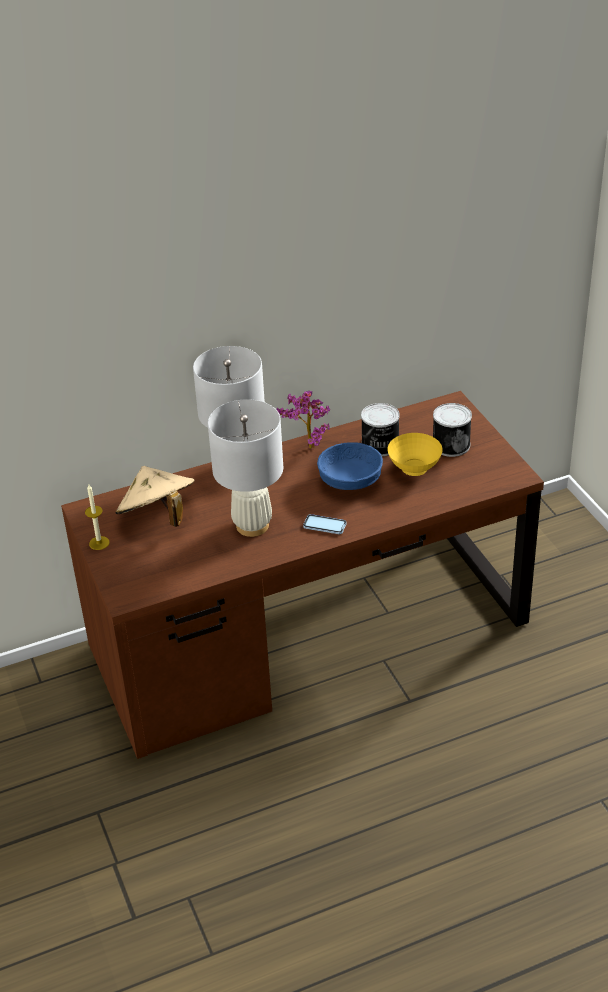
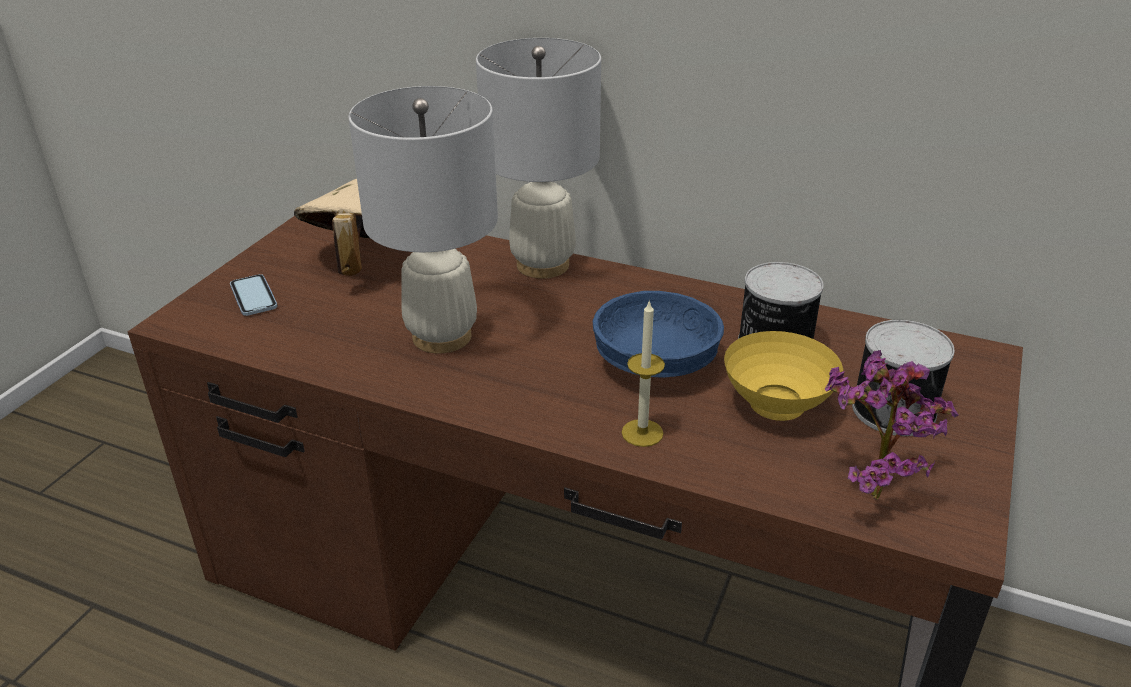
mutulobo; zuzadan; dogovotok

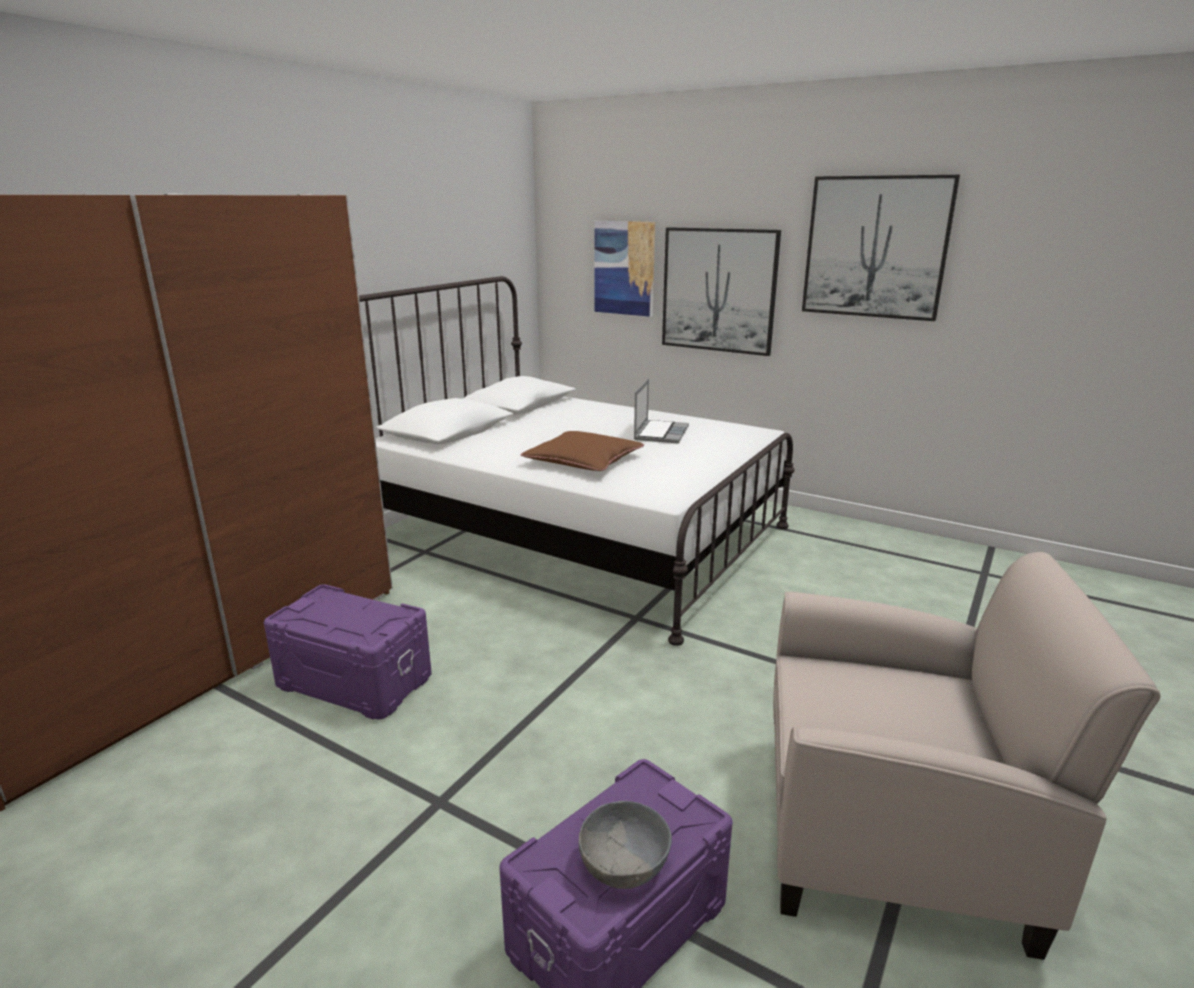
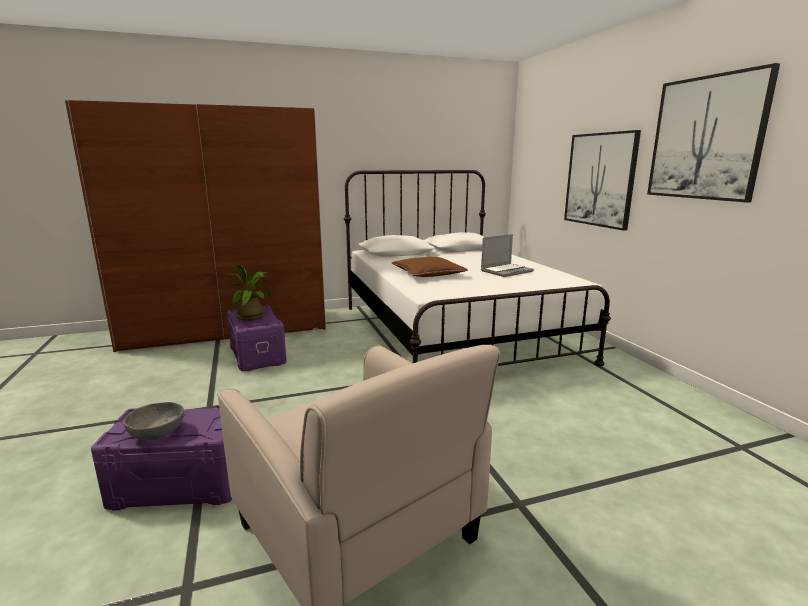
dogovotok; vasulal (1st from left in the first image)

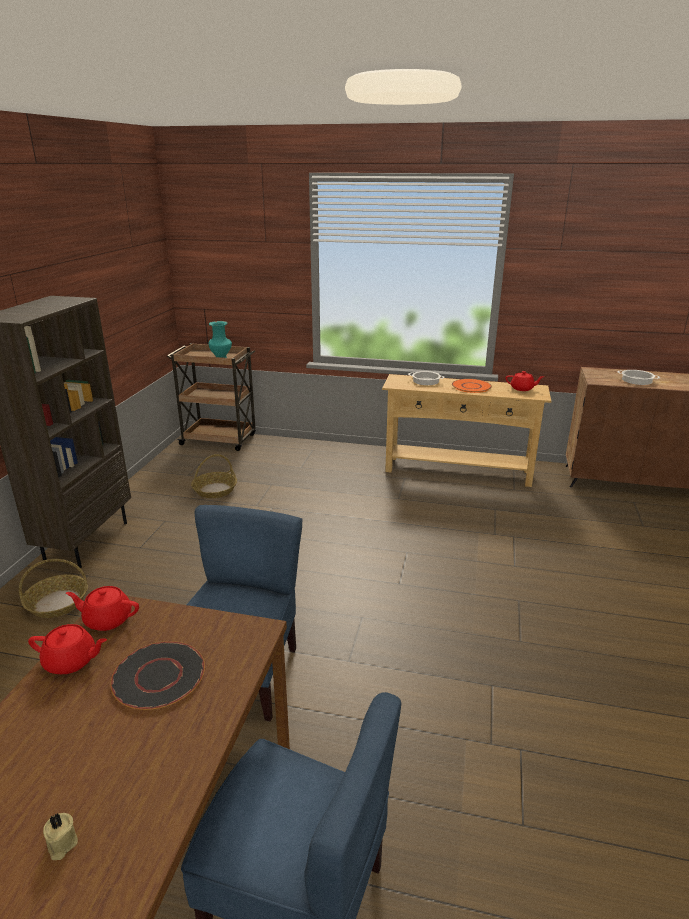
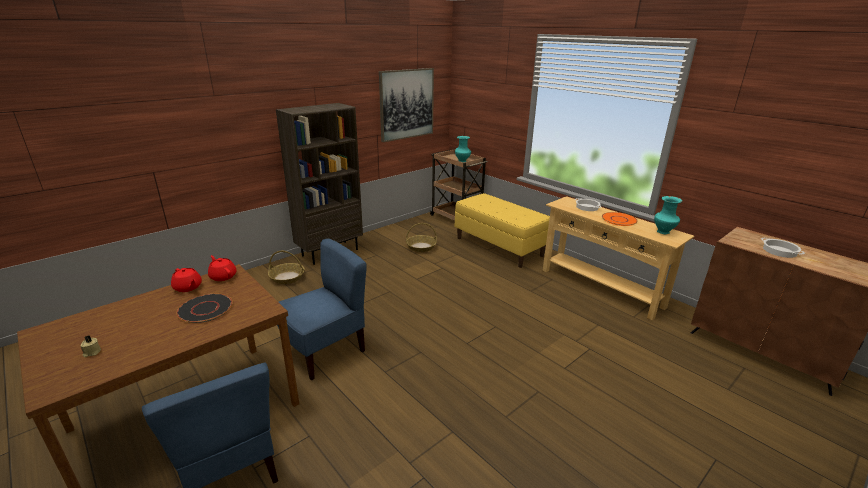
vasulal; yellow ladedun; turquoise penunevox (2nd from left)

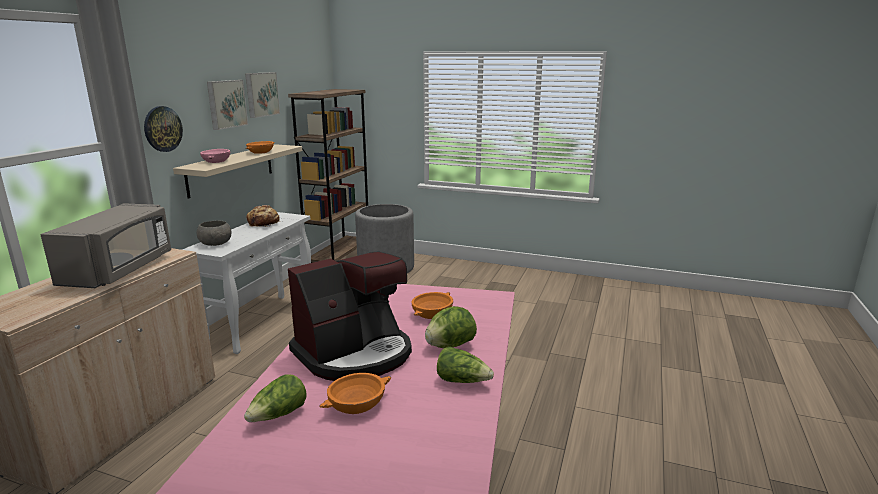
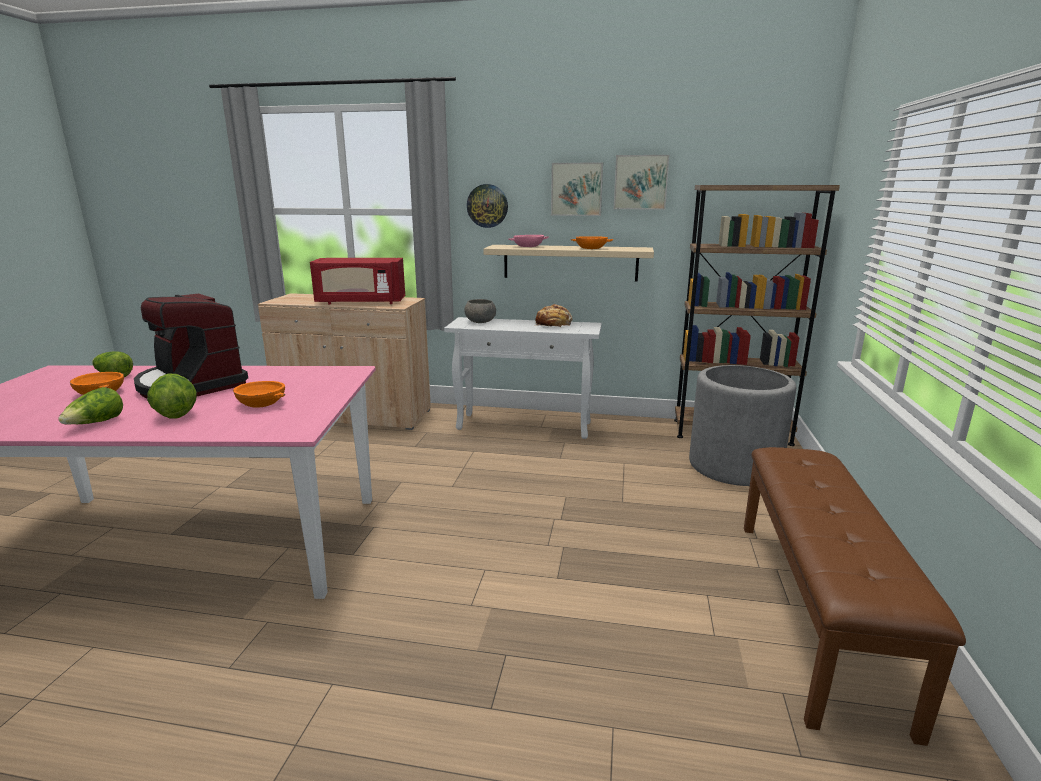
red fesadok; brown ladedun

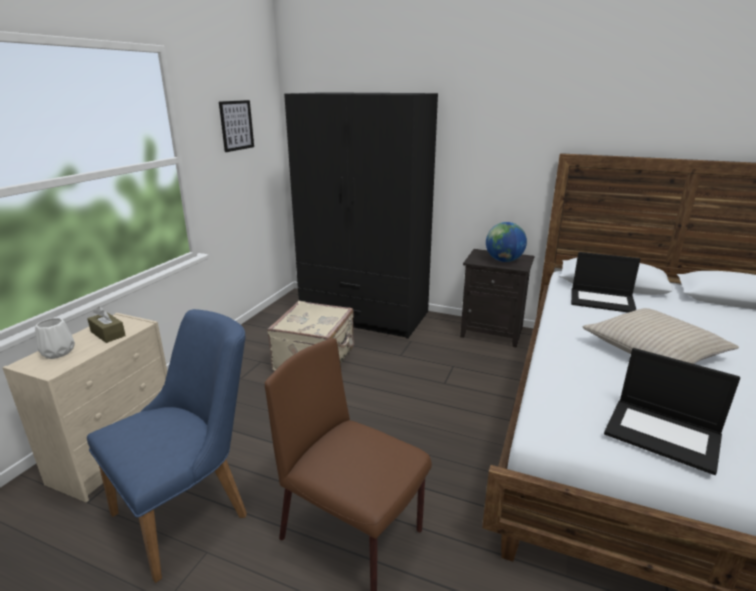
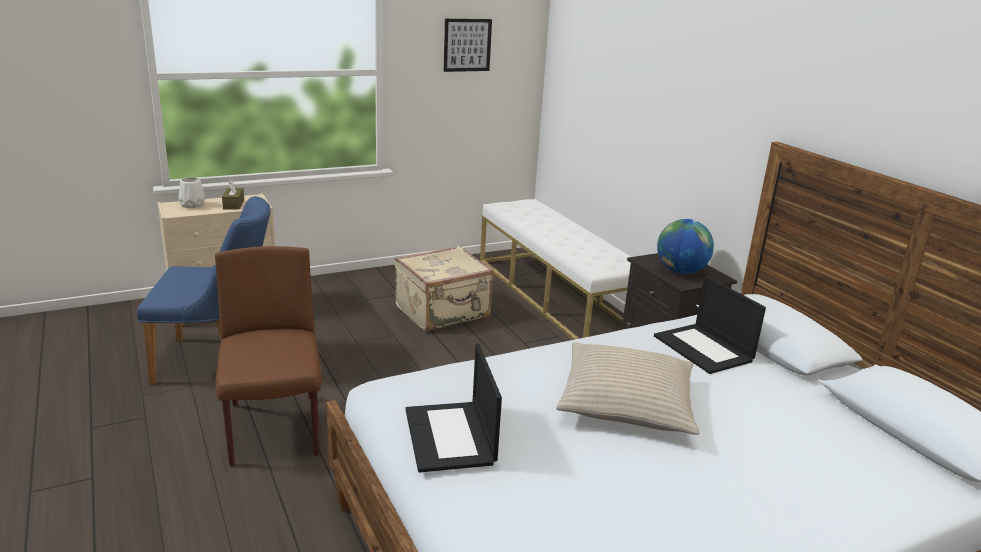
white ladedun

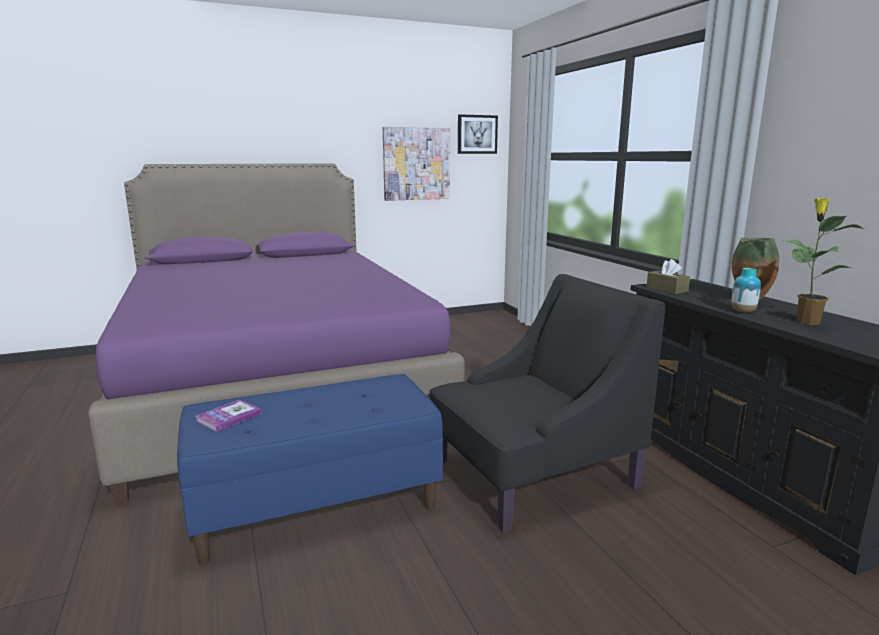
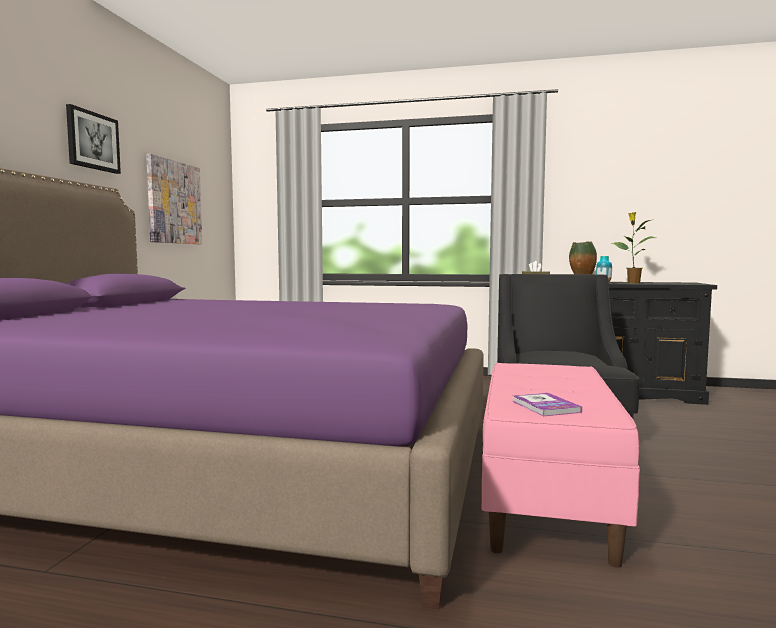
vasulal (1st from left); pink ladedun

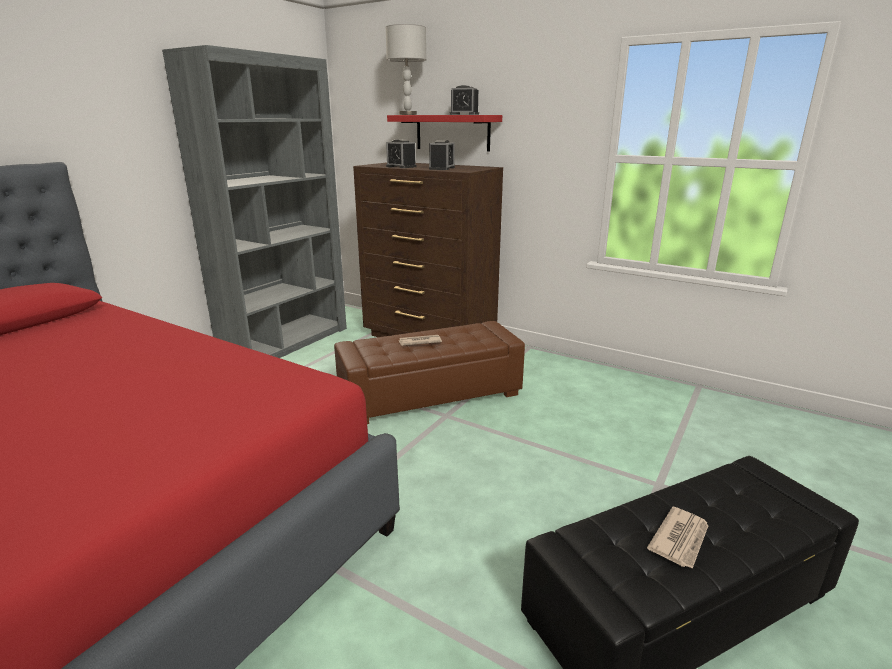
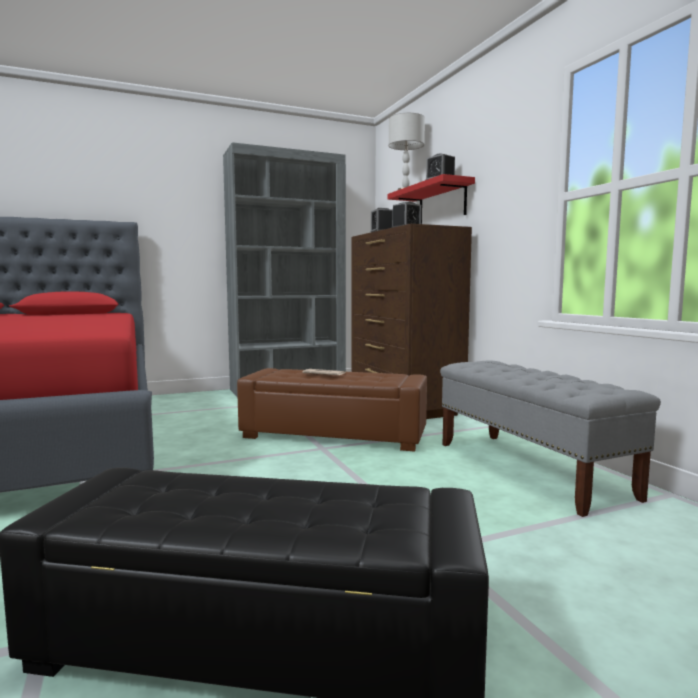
grey ladedun; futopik (2nd from left in the first image)

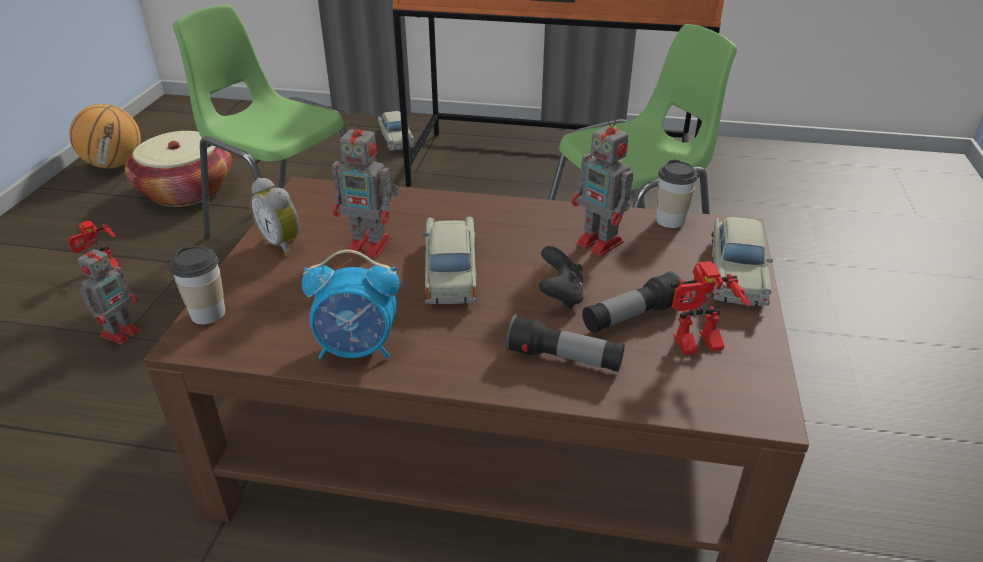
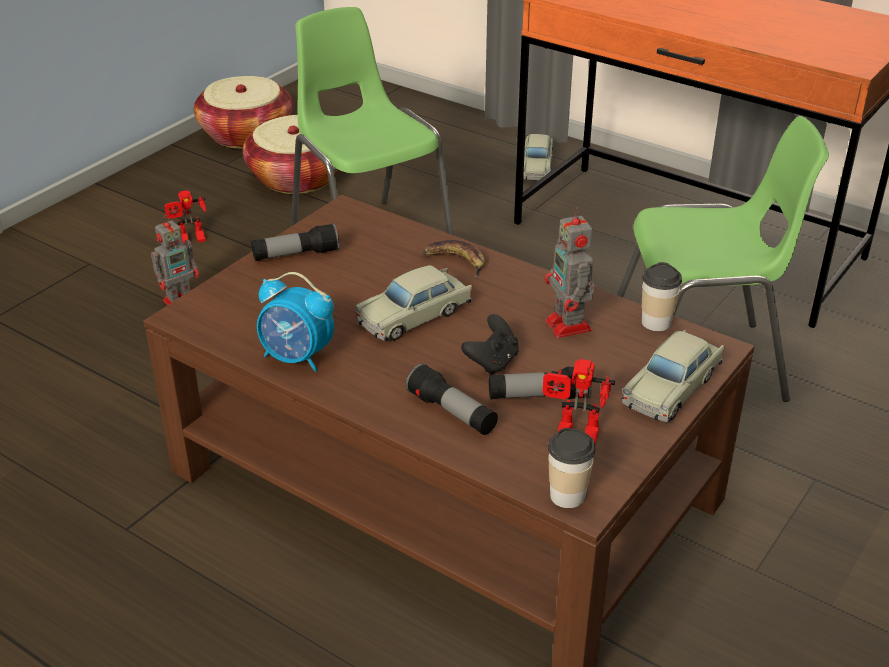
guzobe (1st from left); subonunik (1st from left); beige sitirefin (1st from left); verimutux; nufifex (1st from left); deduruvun (3rd from left in the first image)

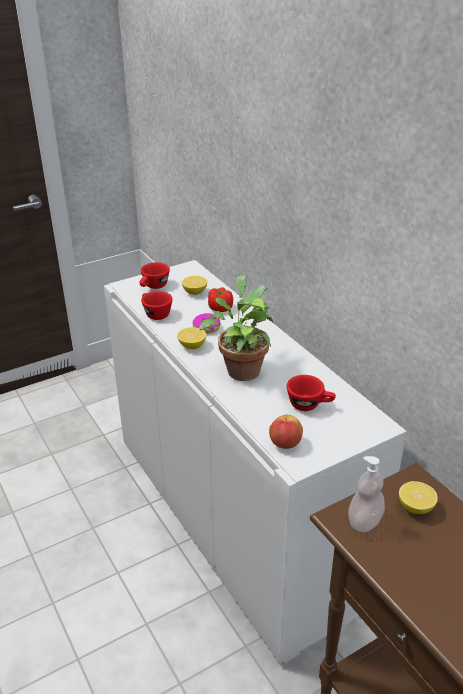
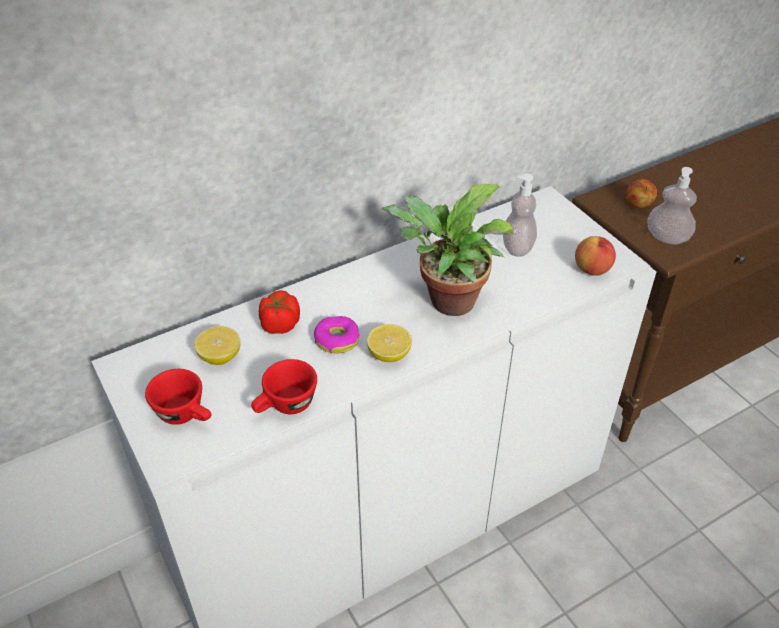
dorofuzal (1st from left); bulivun (2nd from left)

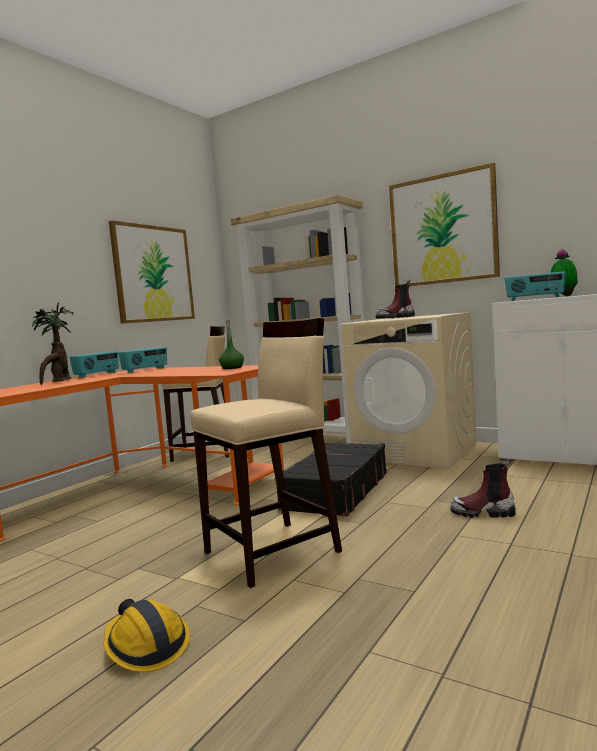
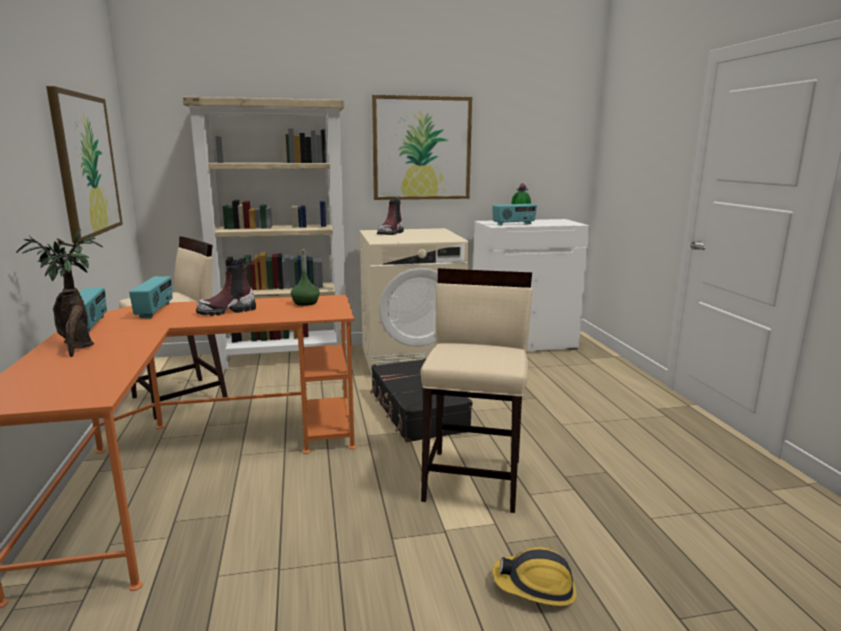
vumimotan (1st from left)

